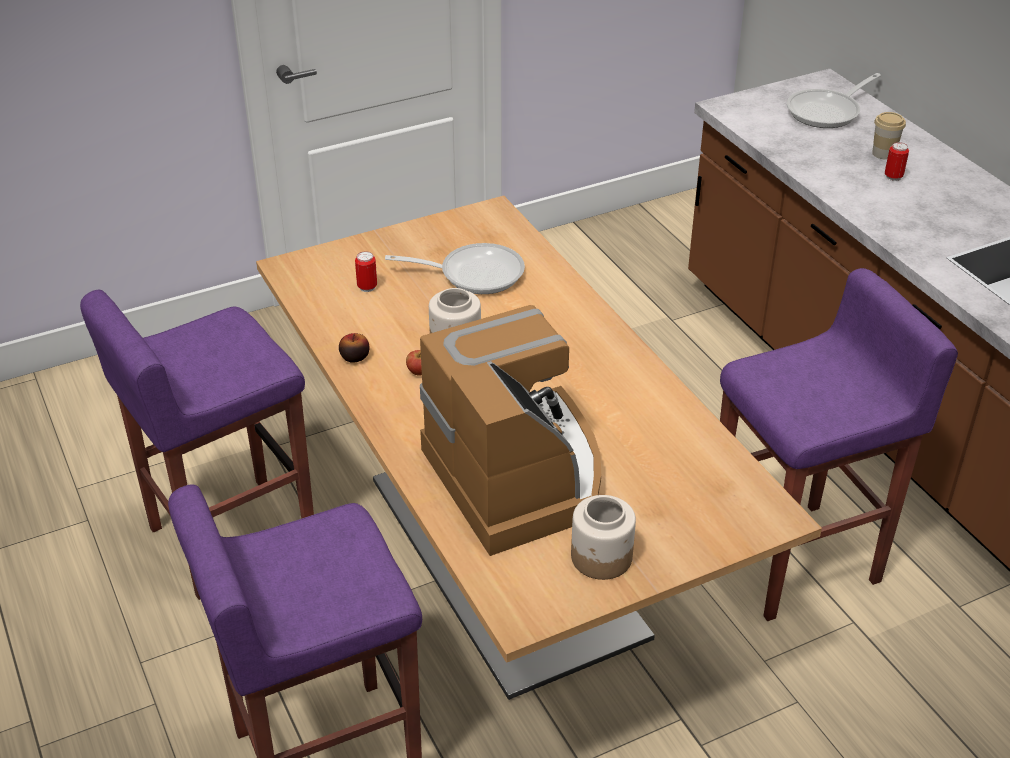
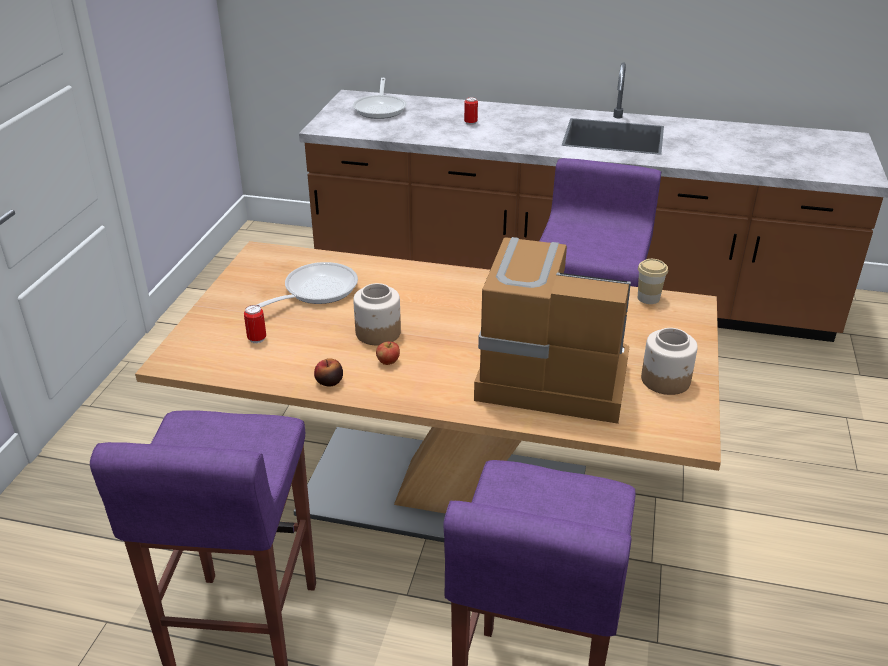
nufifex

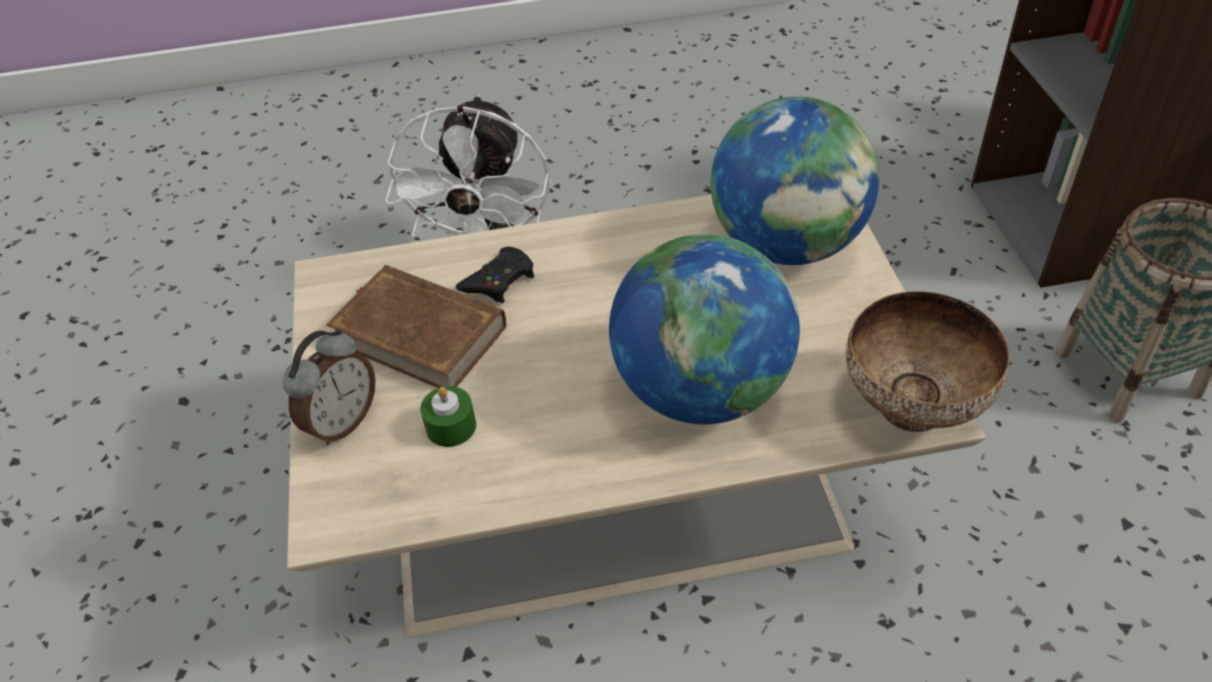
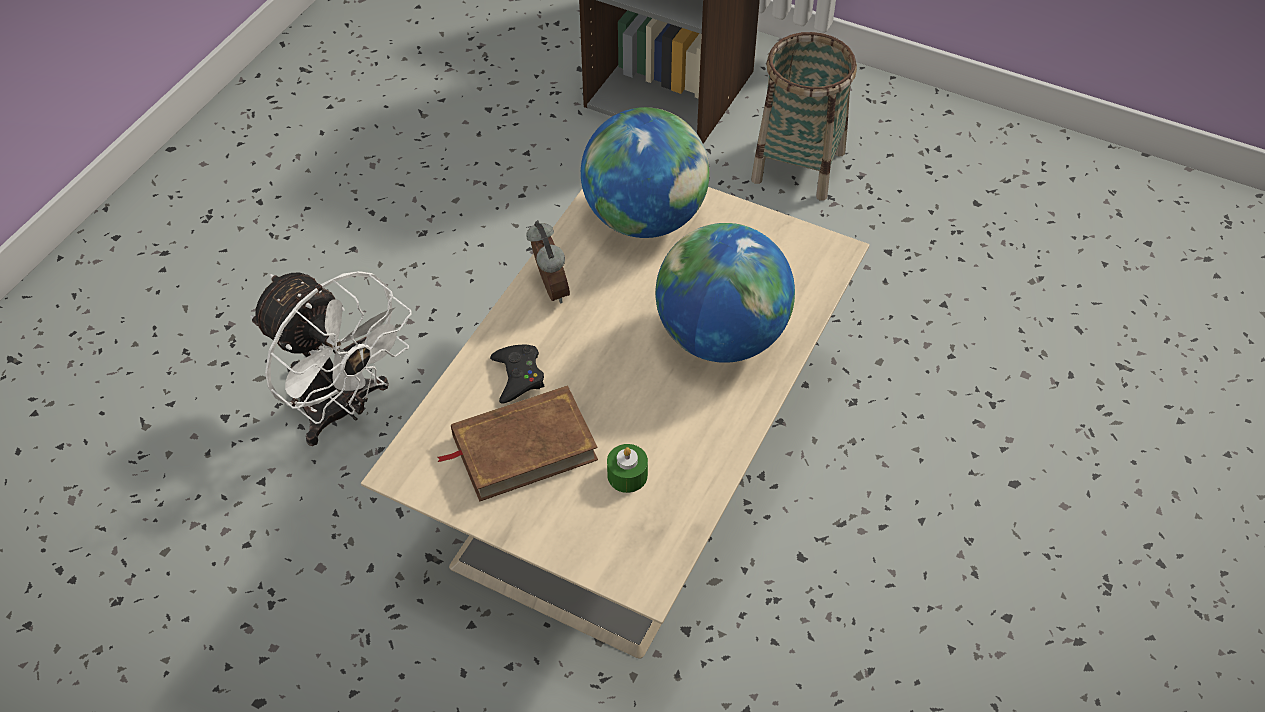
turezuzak; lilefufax

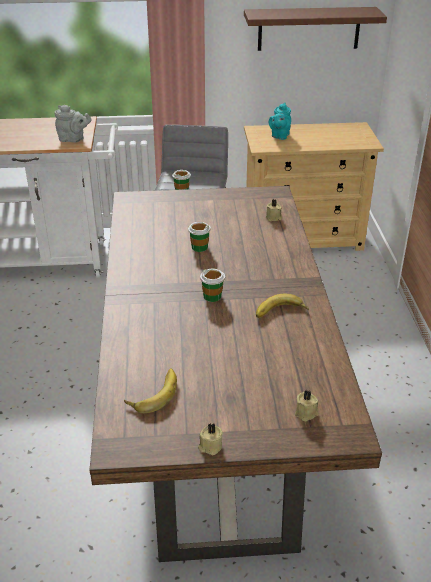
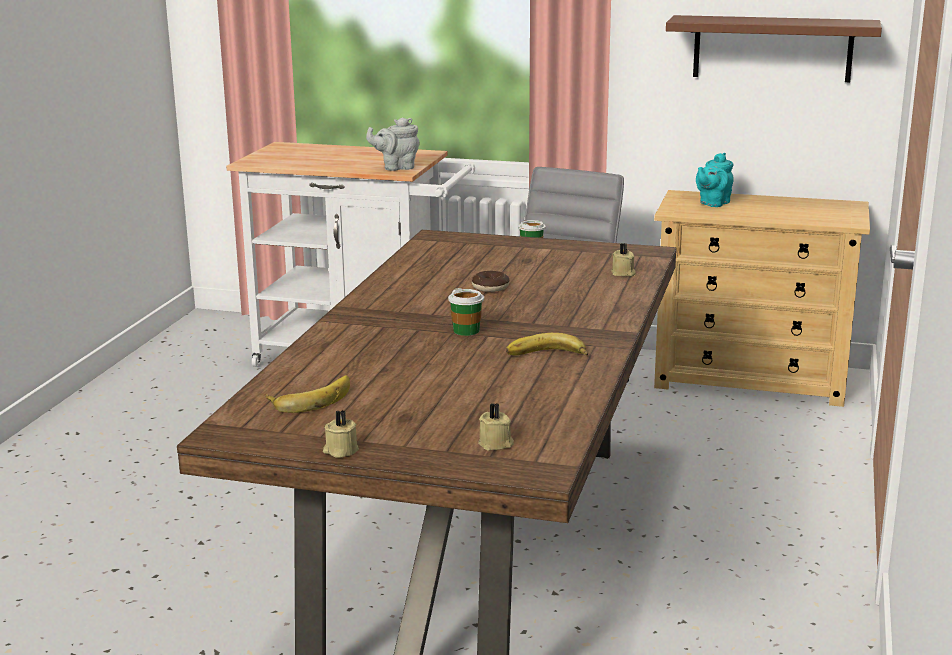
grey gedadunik; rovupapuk

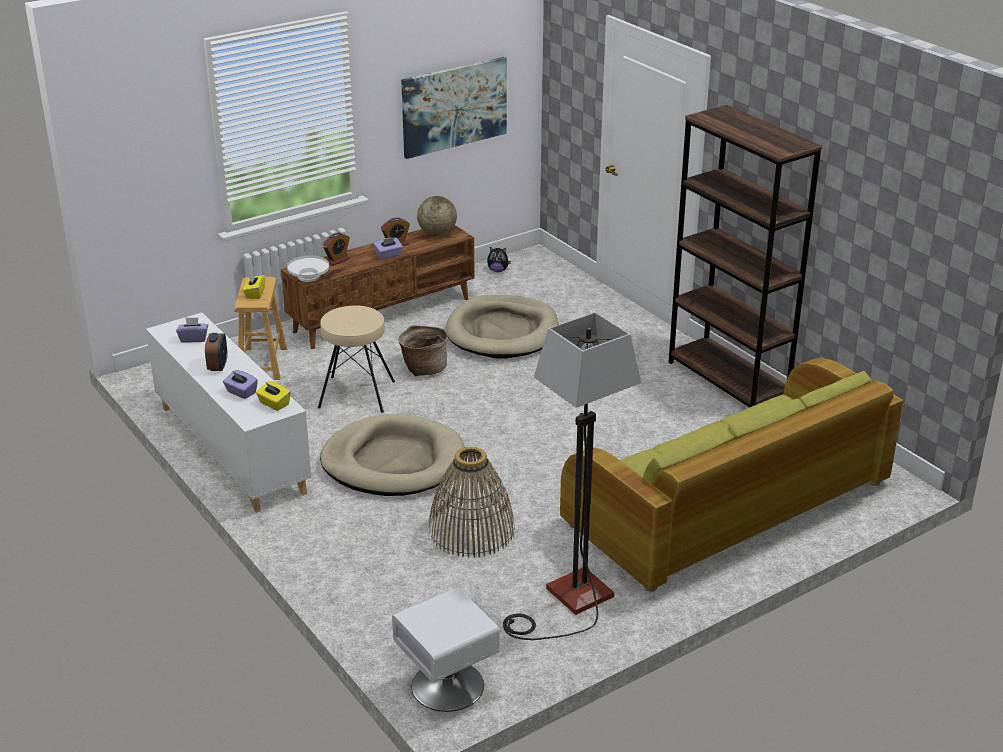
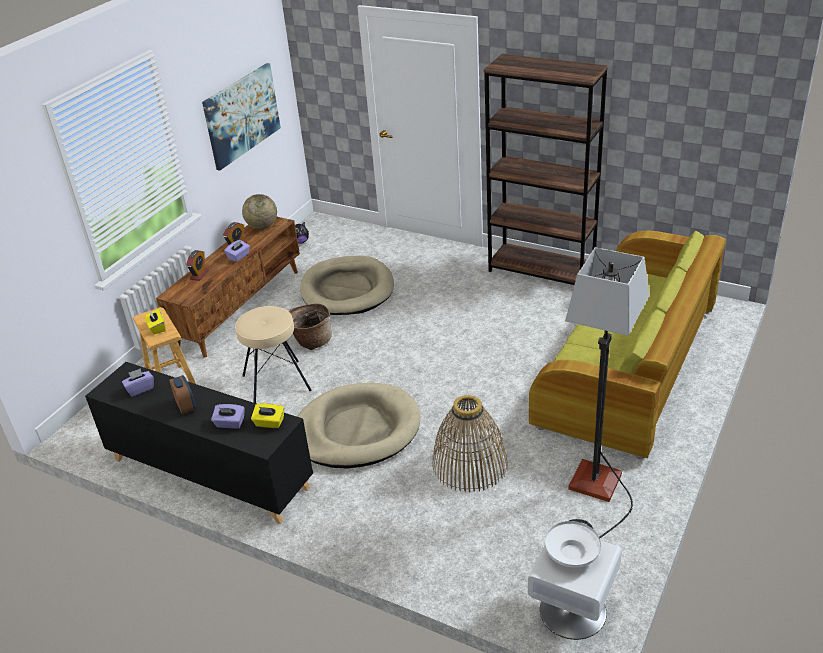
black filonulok; white lilefufax

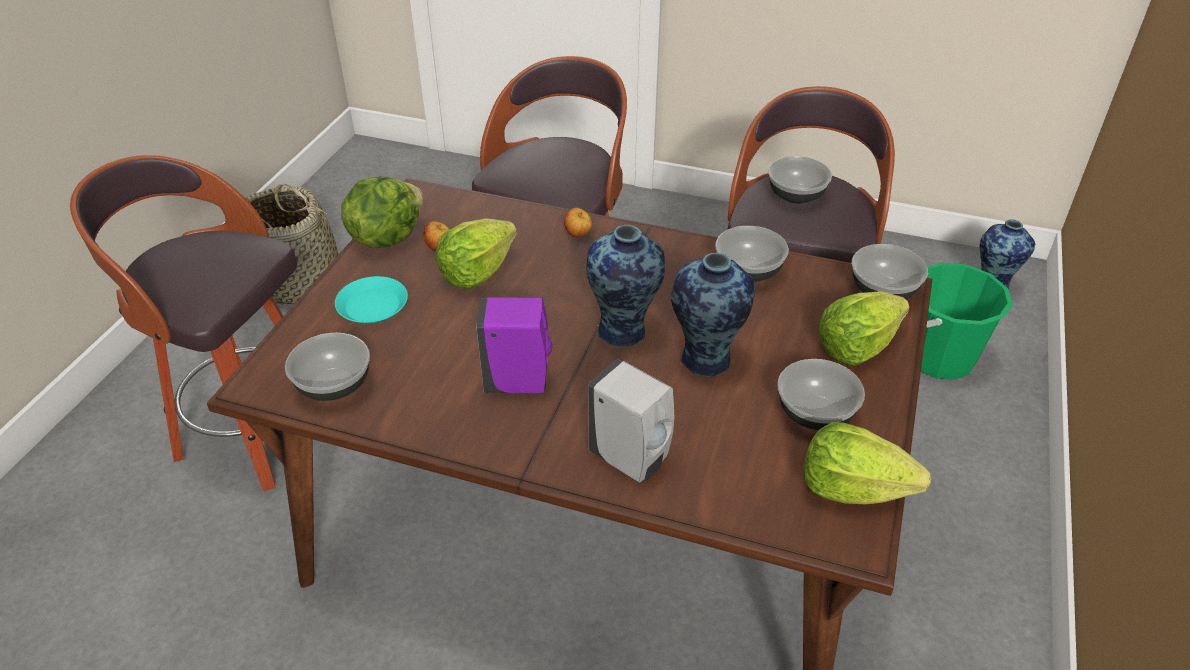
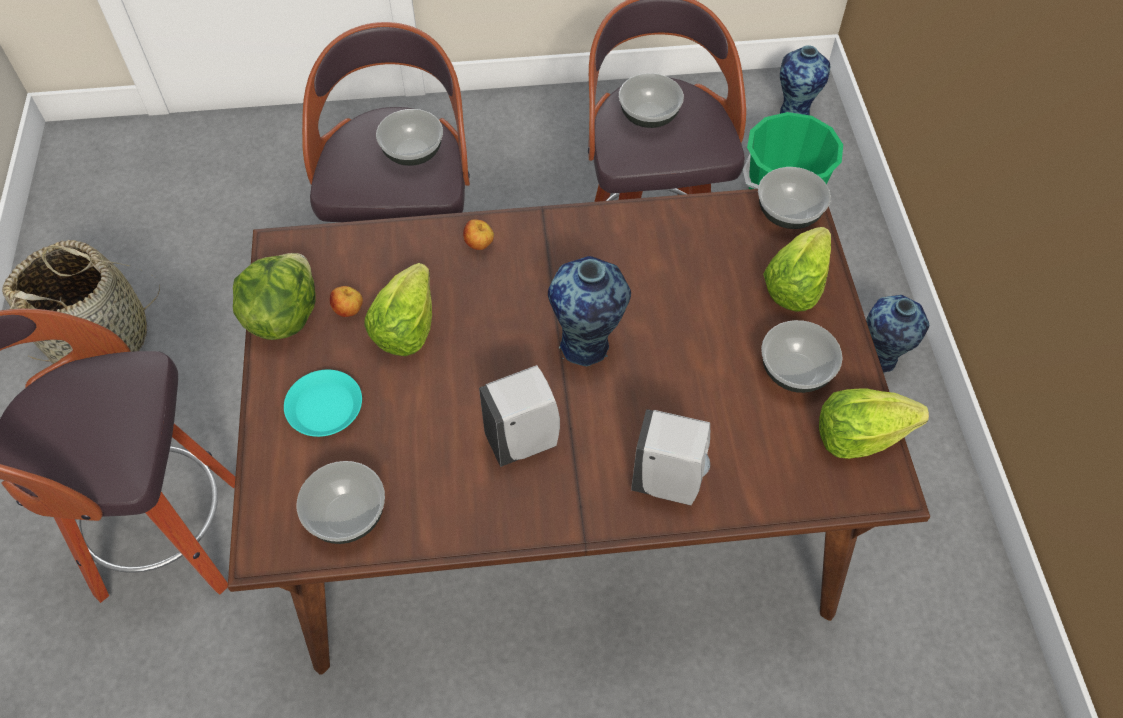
lilefufax (2nd from left); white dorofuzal (1st from left); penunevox (3rd from left)

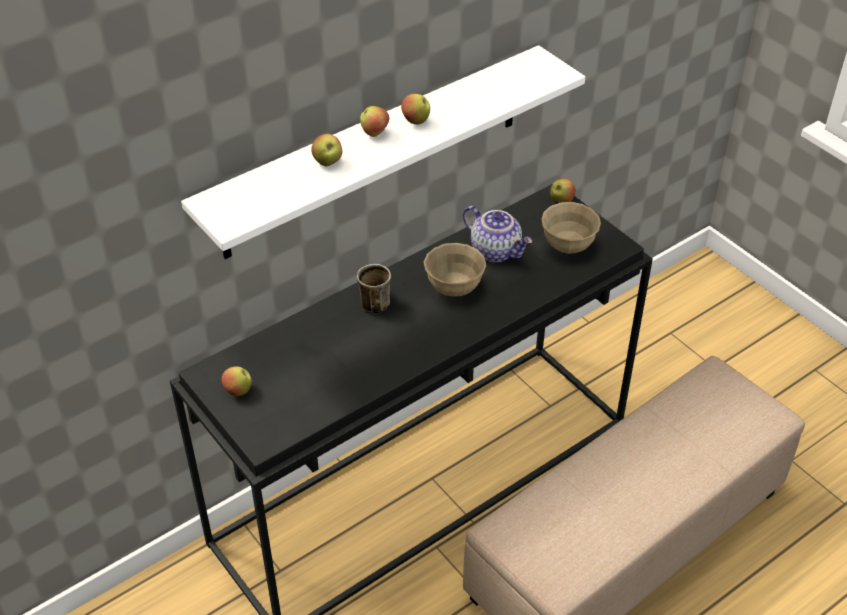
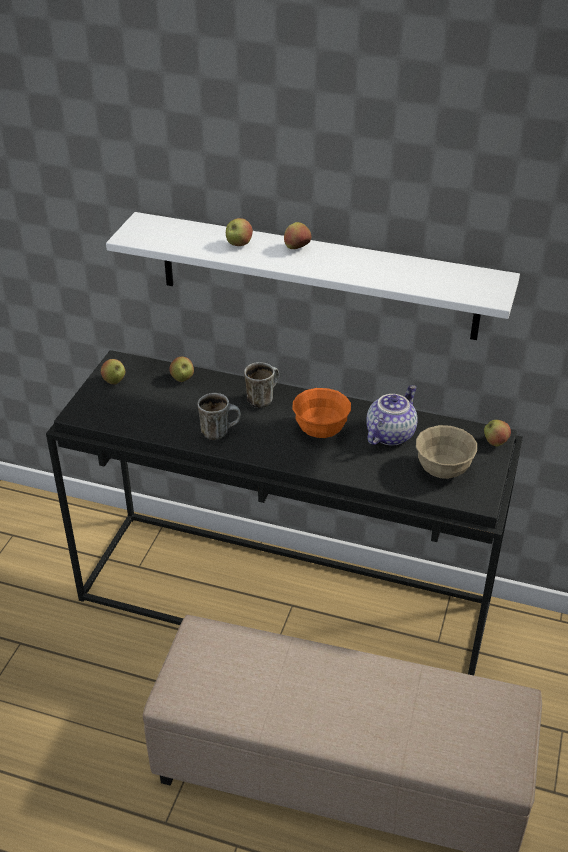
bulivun (2nd from left); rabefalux (1st from left); orange lilefufax; gedadunik

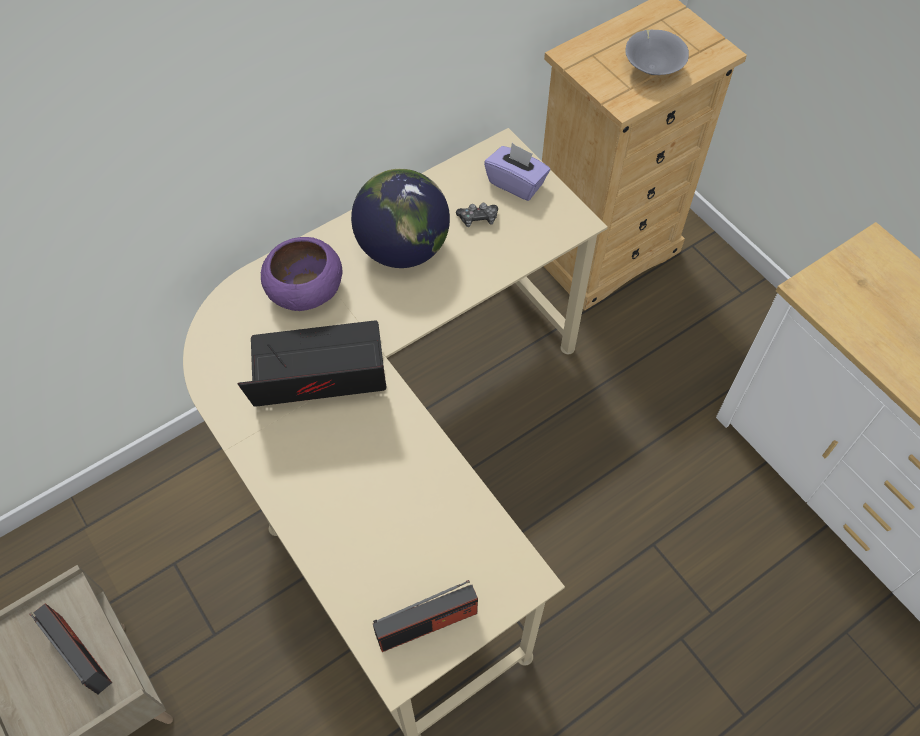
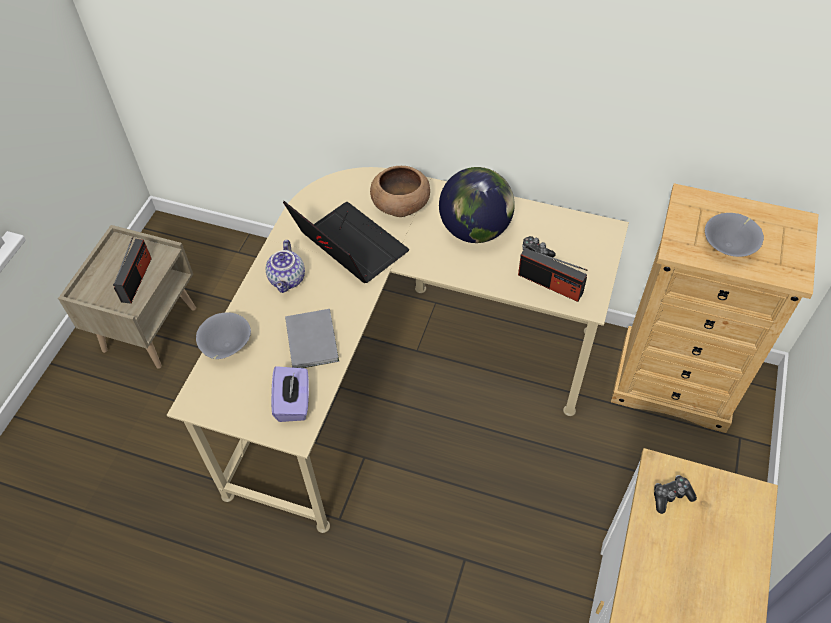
grey lilefufax (1st from left); gedadunik; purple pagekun; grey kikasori; brown lilefufax; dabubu (2nd from left); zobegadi (2nd from left)

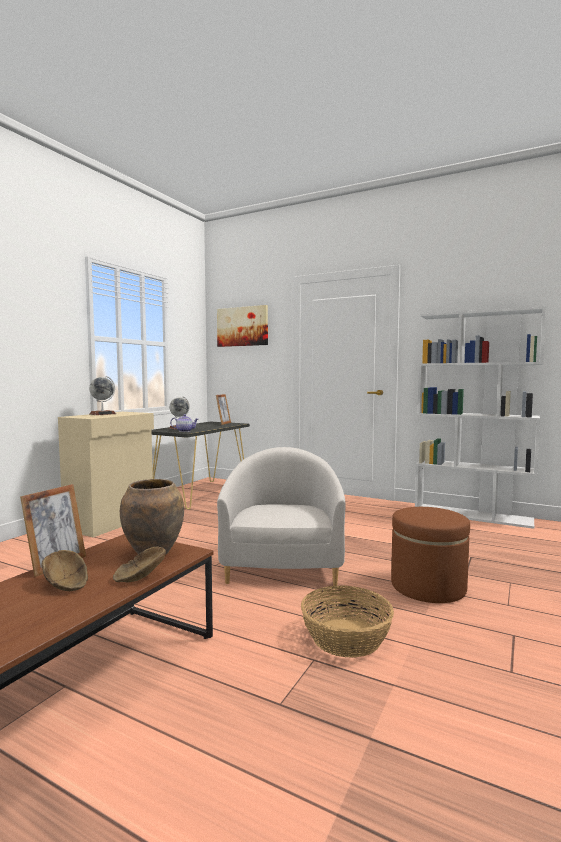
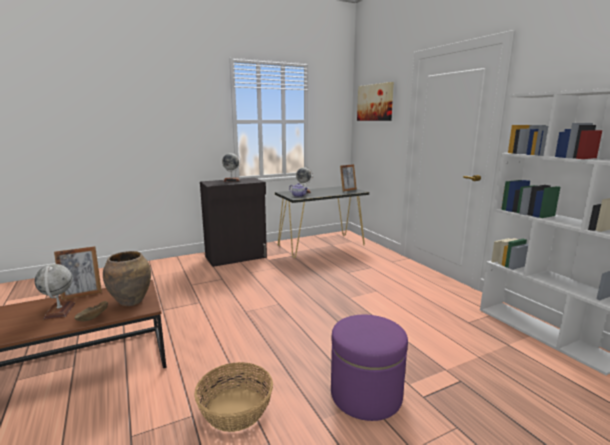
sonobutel (1st from left); black filonulok; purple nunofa; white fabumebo

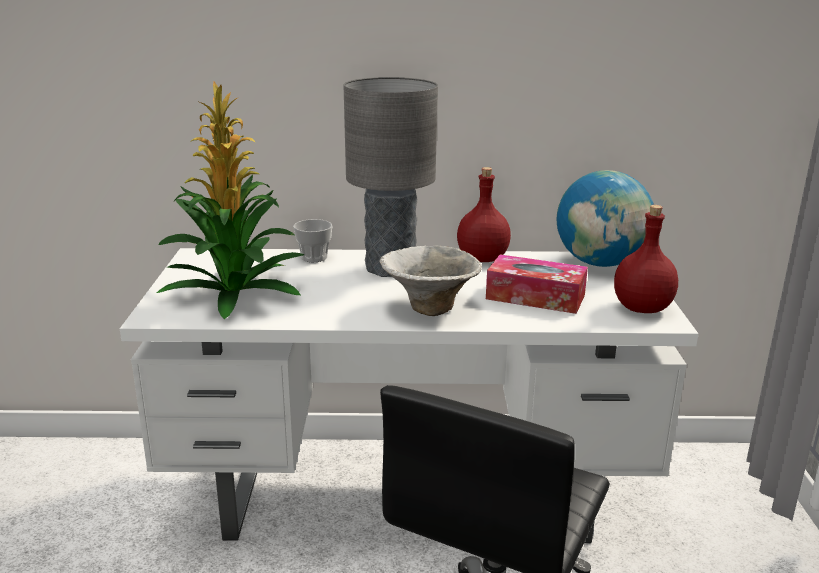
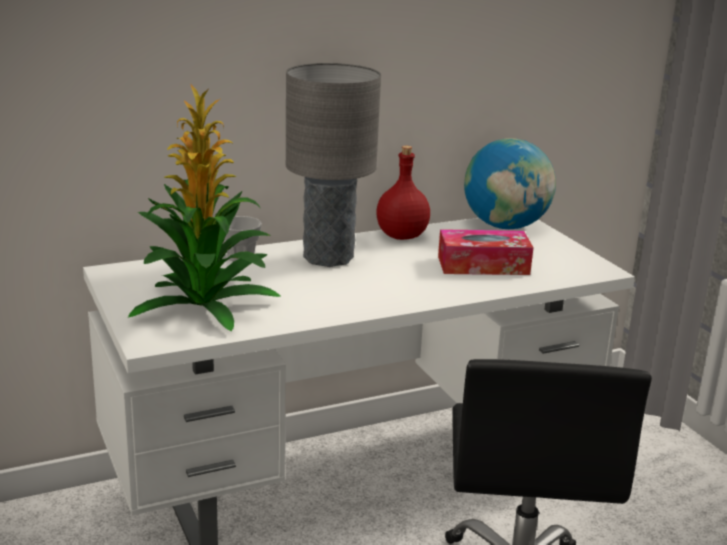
lilefufax; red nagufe (2nd from left in the first image)

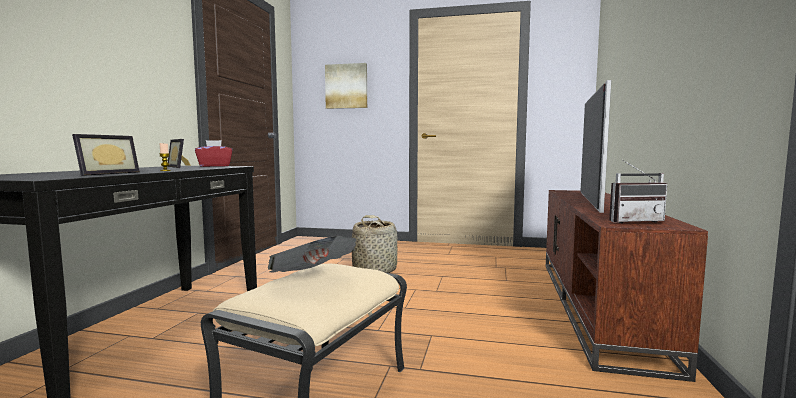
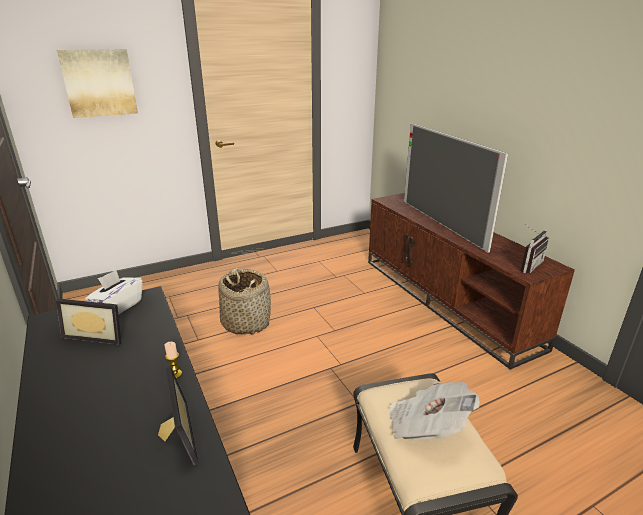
white pagekun

